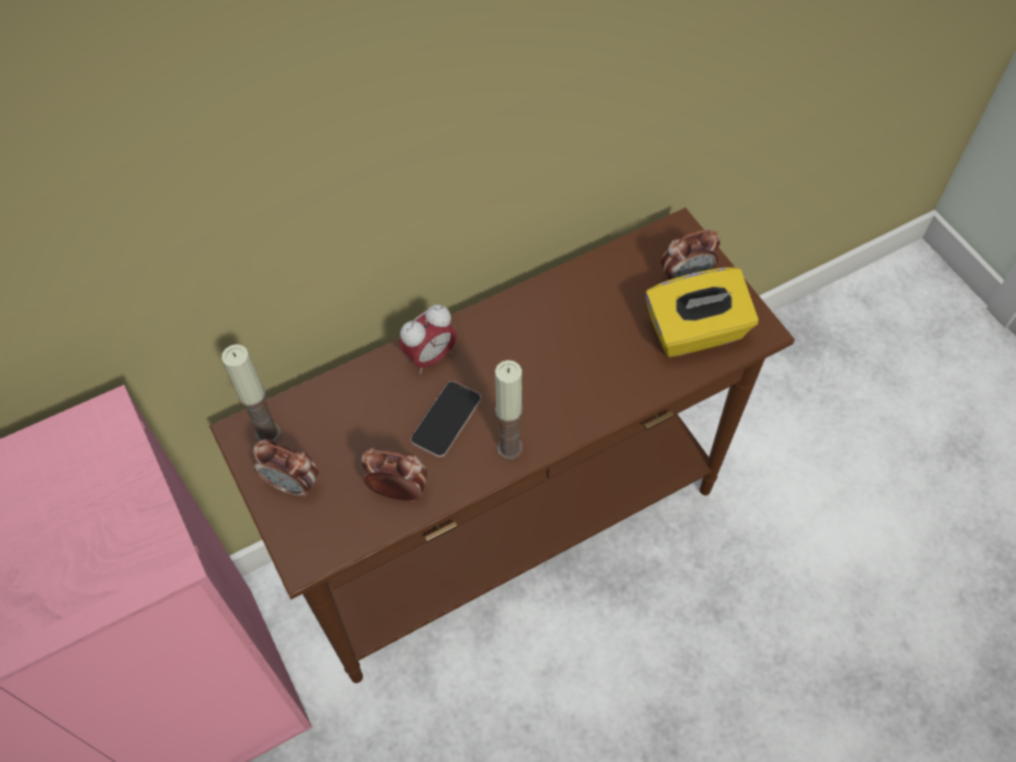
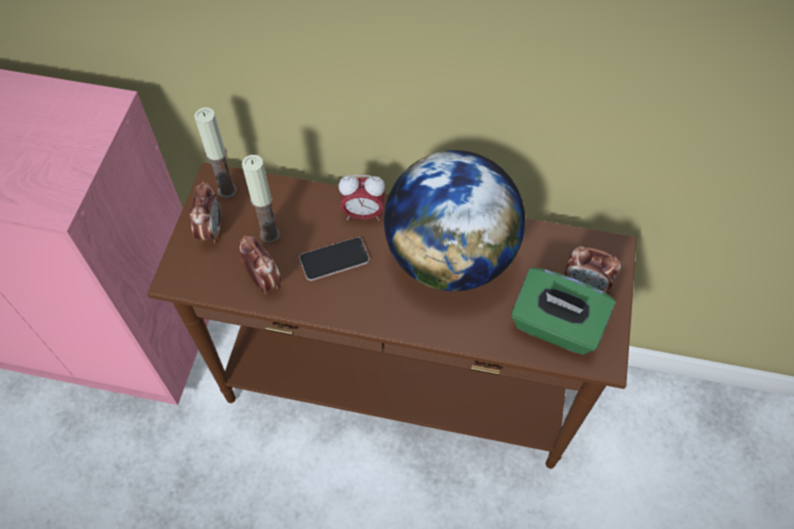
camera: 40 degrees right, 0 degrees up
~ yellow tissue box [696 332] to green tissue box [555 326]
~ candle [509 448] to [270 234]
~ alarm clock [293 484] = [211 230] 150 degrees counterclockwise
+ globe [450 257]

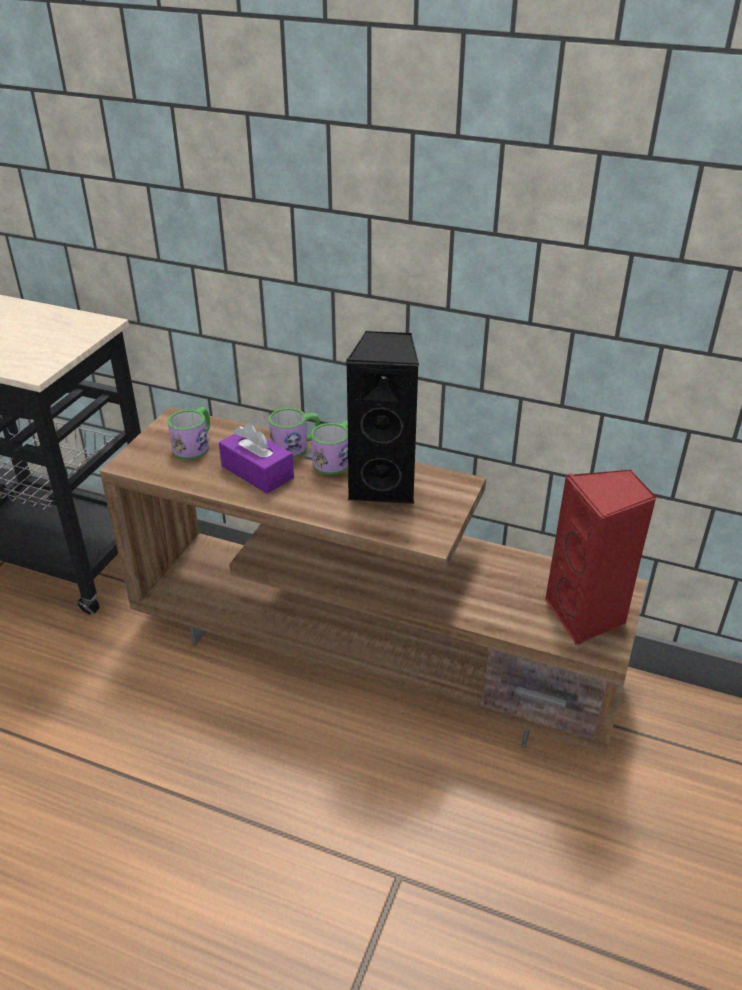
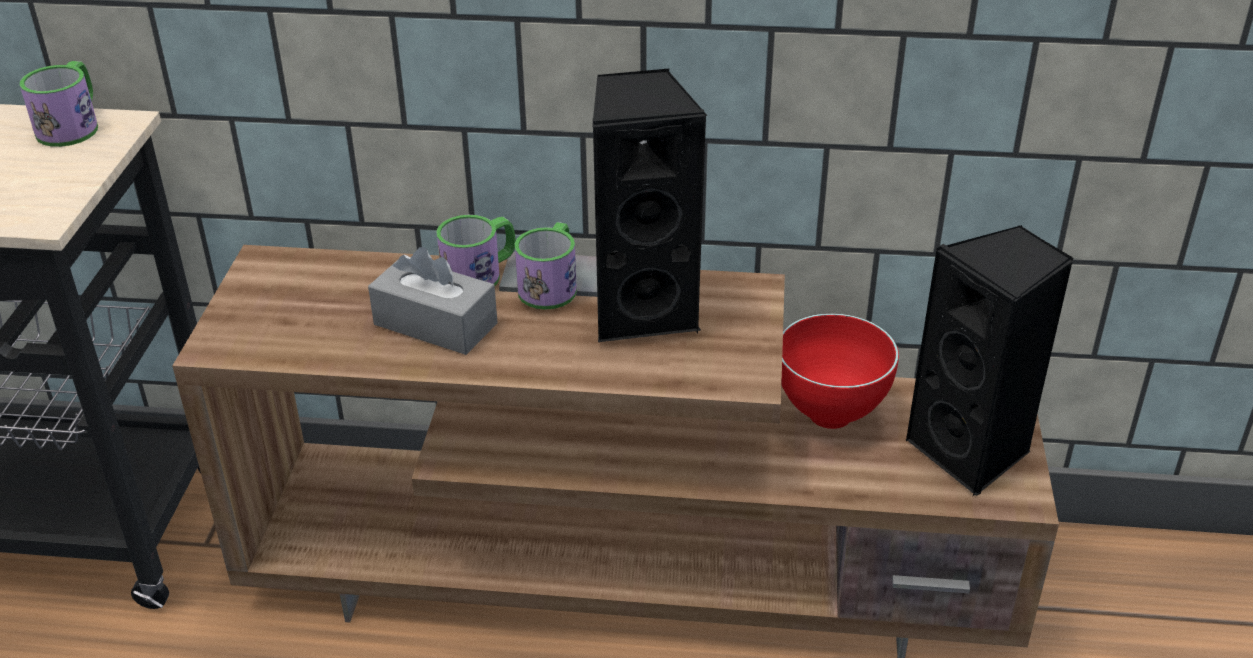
camera: 15 degrees left, 0 degrees up
~ mug [194 445] to [73 125]
~ purple tissue box [257 472] to grey tissue box [435 324]
~ red speaker [587 616] to black speaker [973 452]
+ red bowl [829 418]

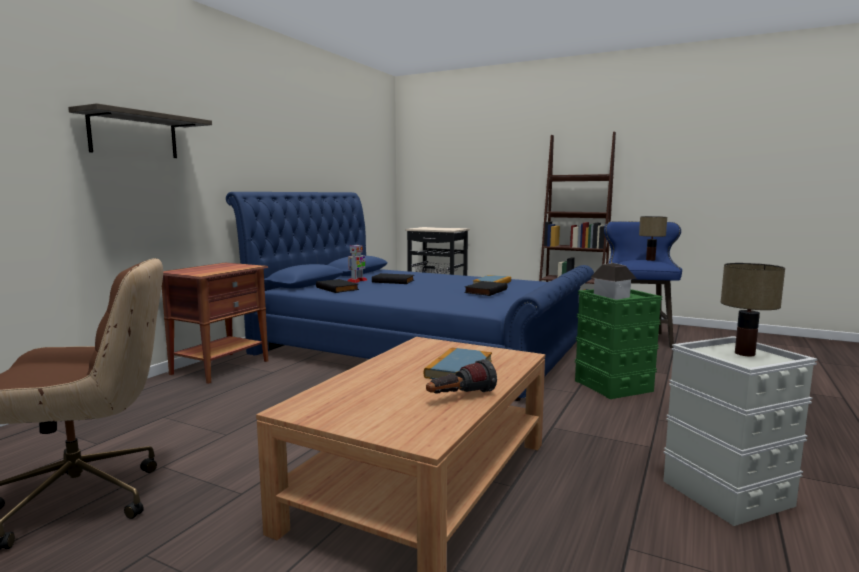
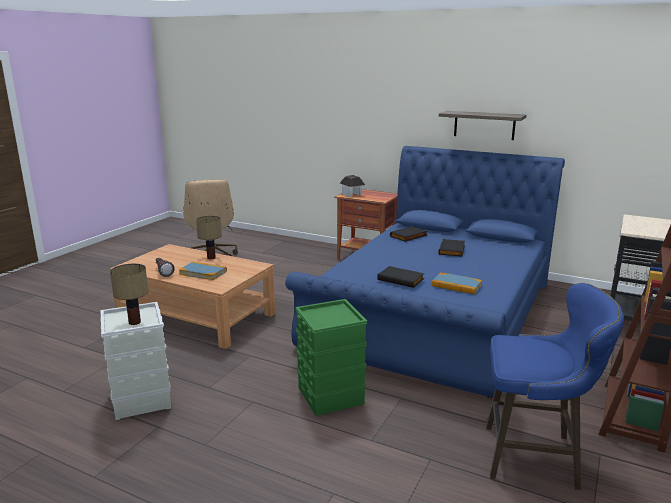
camera: 90 degrees right, 10 degrees up
~ shelf [134 135] to [484 125]
~ table lamp [651 260] to [211 258]
- toy robot [357 281]
~ toy house [612 296] to [352 194]

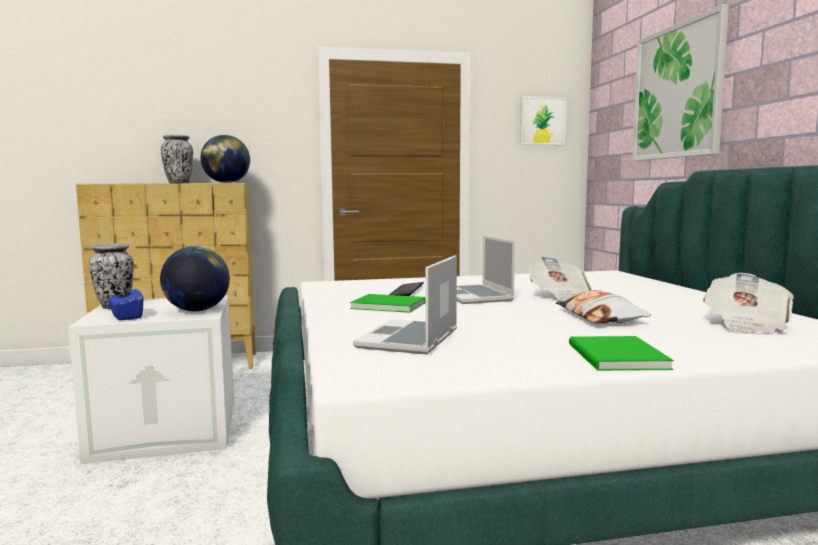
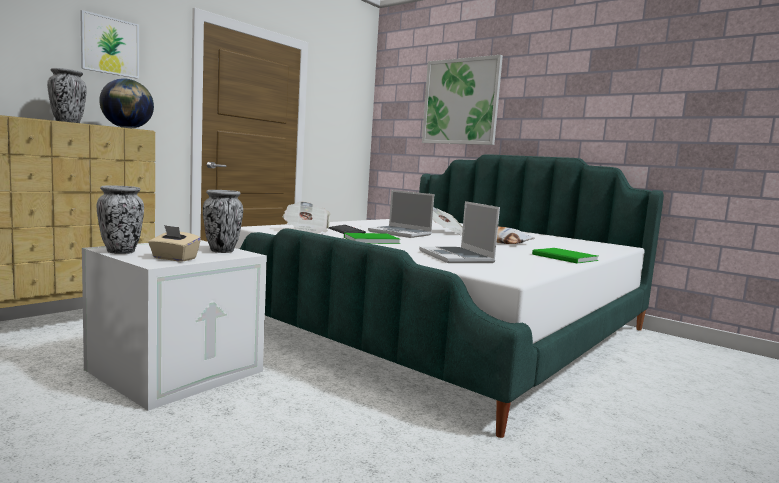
camera: 40 degrees left, 0 degrees up
~ picture [542 121] to [110 46]
~ globe [197 310] to vase [221 251]
~ newspaper [745 325] to [306 232]
~ blue tissue box [126 317] to beige tissue box [174 258]

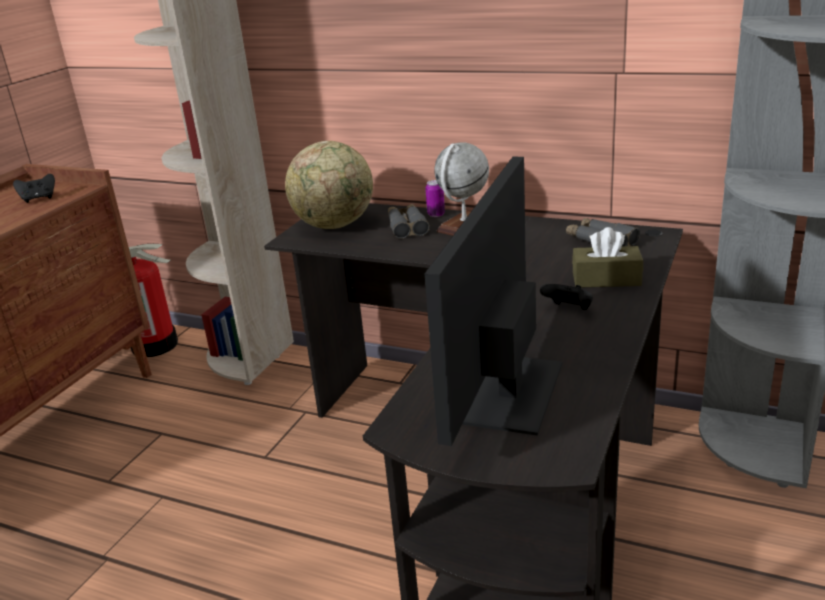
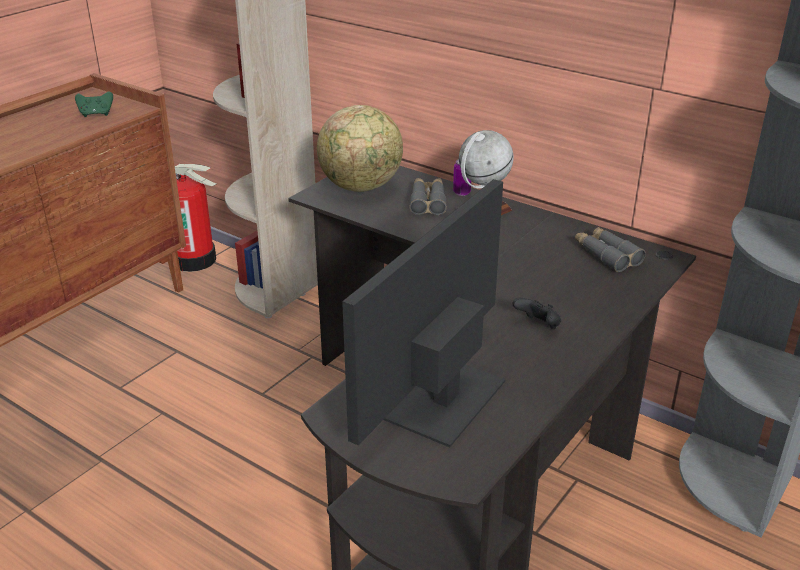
camera: 10 degrees right, 5 degrees up
~ black game controller [39 199] to green game controller [96 114]
- brown tissue box [606 279]

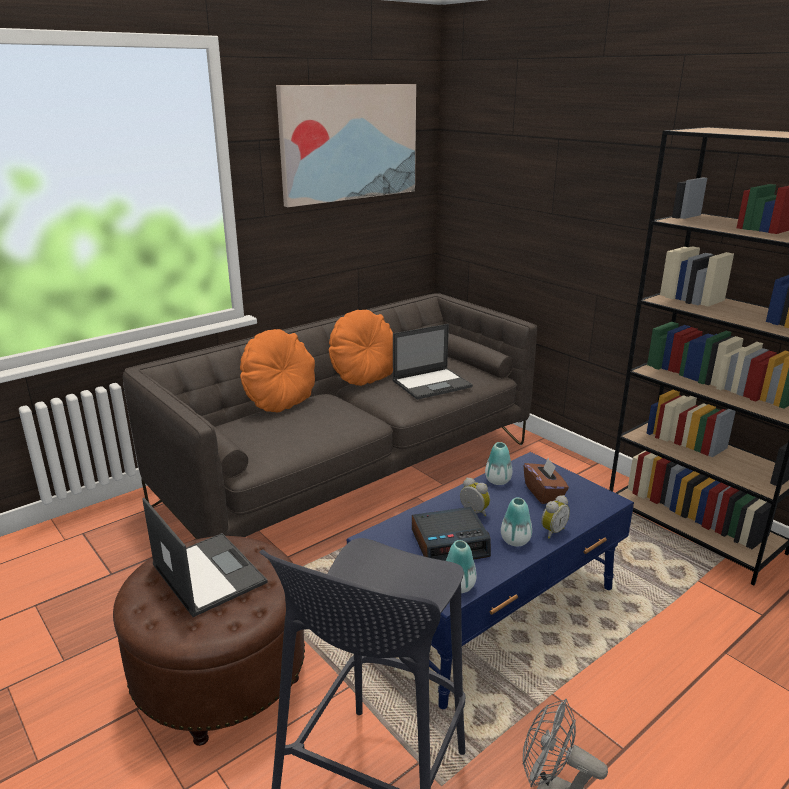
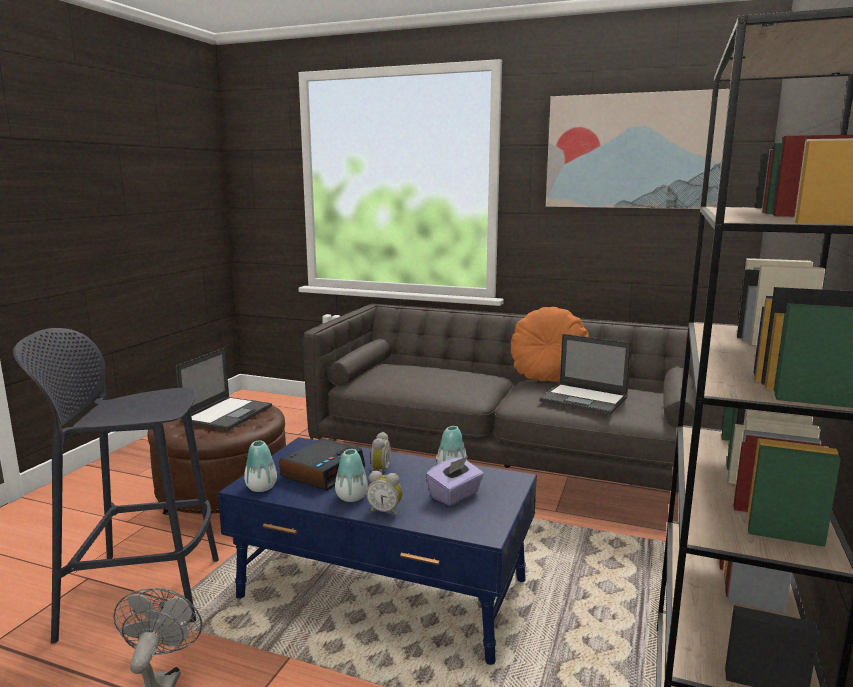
camera: 60 degrees right, 10 degrees down
- orange pillow [280 405]
~ brown tissue box [544 493] to purple tissue box [455 495]
~ alarm clock [450 543] = [323 472] 105 degrees counterclockwise

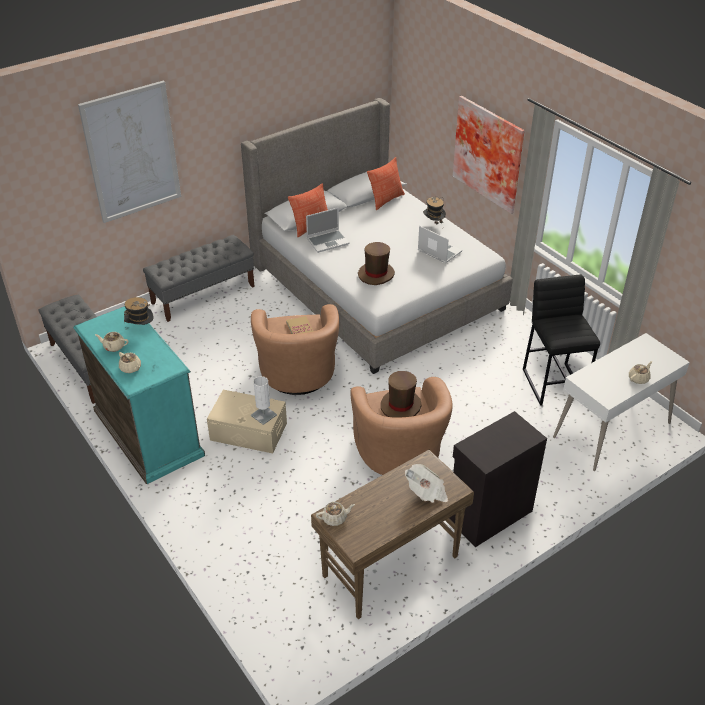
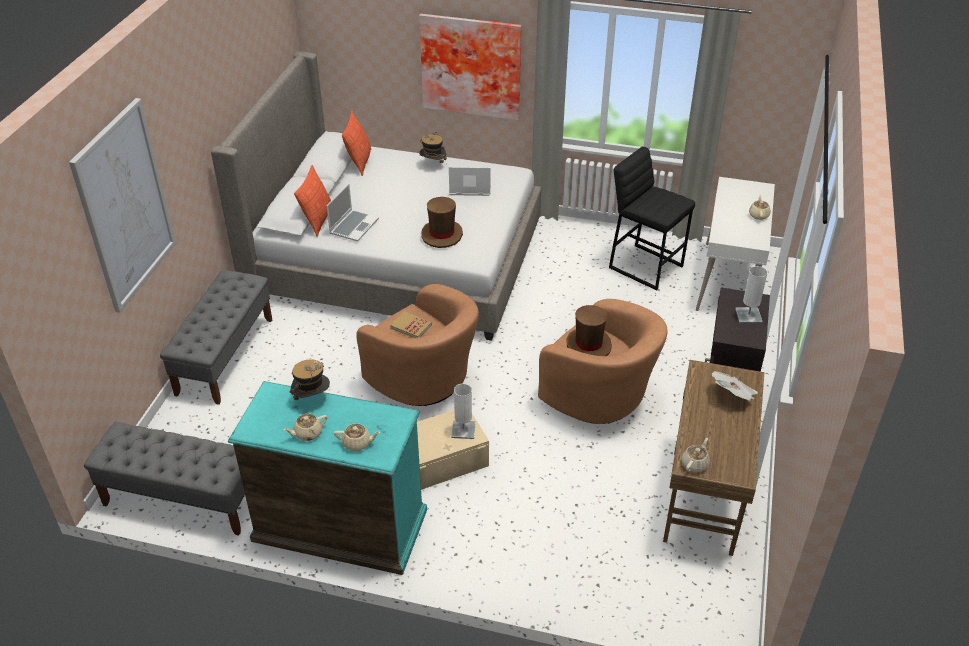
camera: 40 degrees left, 0 degrees up
+ white table lamp [748 315]

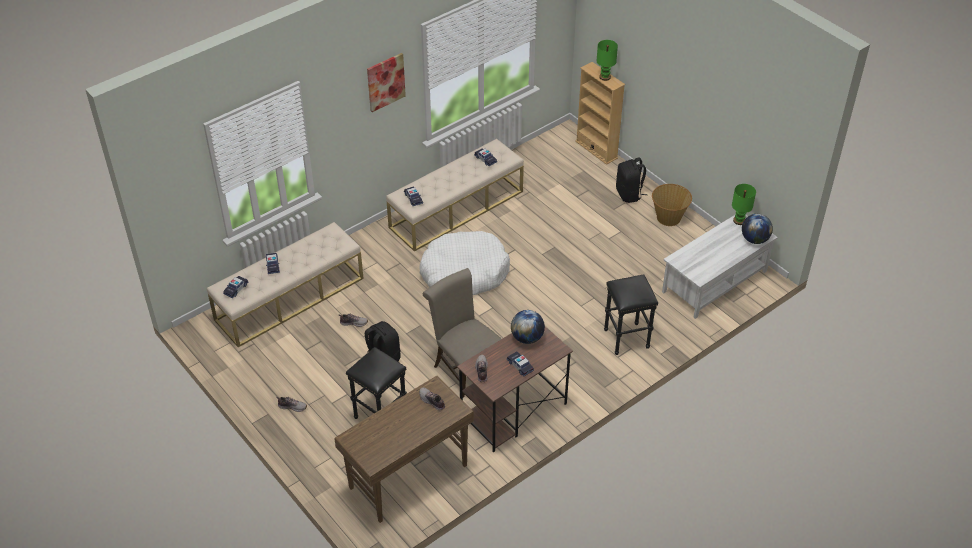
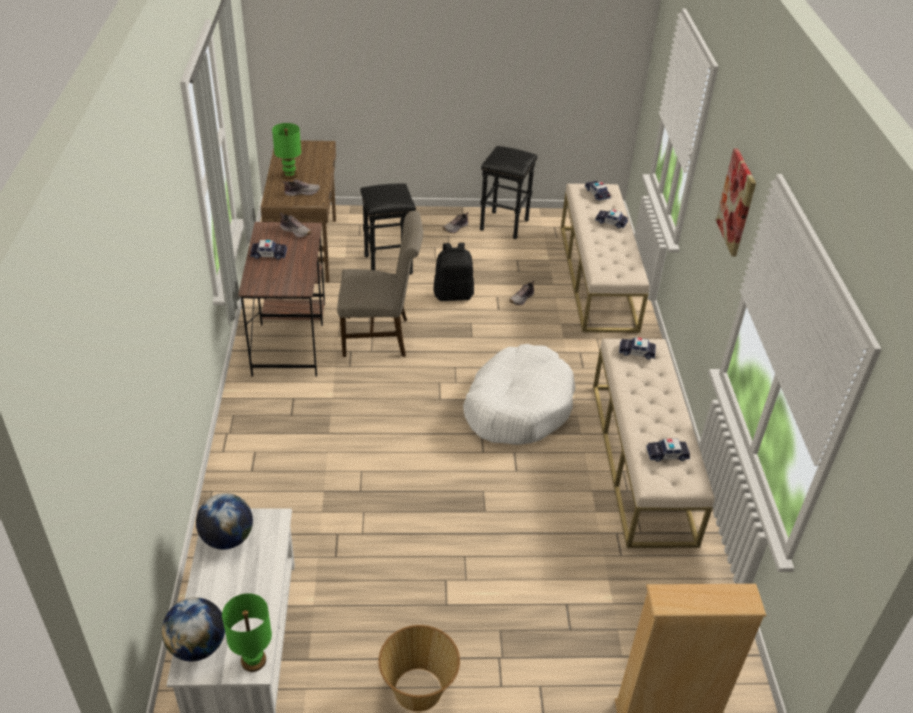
camera: 125 degrees right, 5 degrees down
~ green table lamp [605 77] to [290 175]
- black backpack [629 194]
~ black stool [627 339] to [503 225]
~ globe [527 338] to [227 539]

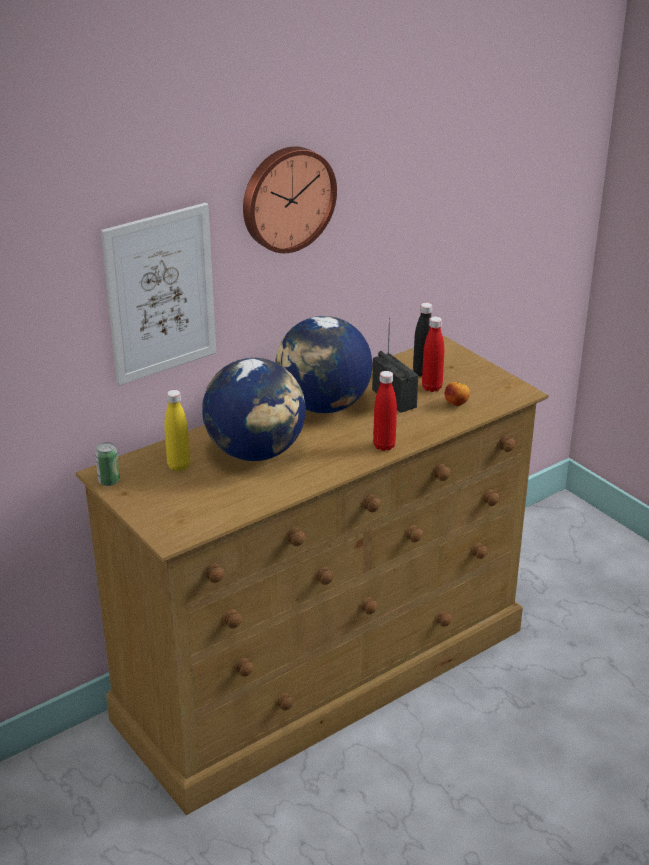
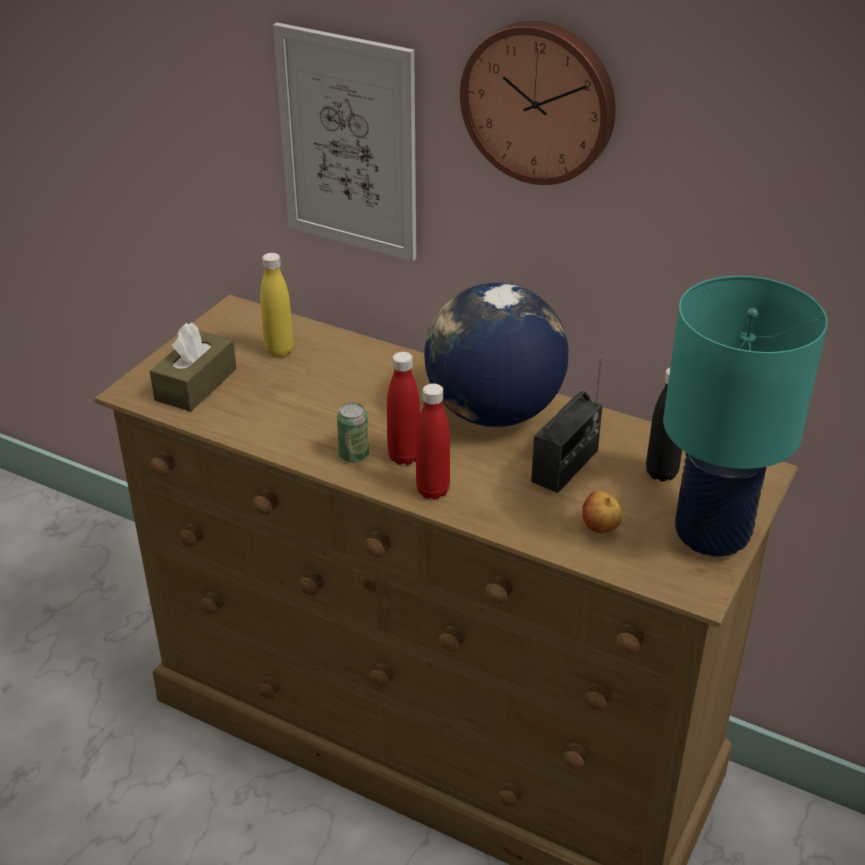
camera: 65 degrees right, 5 degrees up
~ red bottle [431 387] to [404 457]
- globe [256 452]
~ can [109 481] to [354 455]
+ turquoise table lamp [712 539]
+ brown tissue box [196 384]

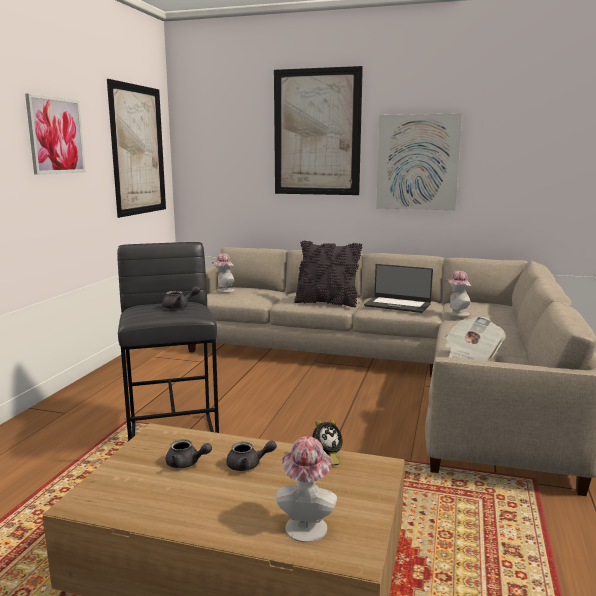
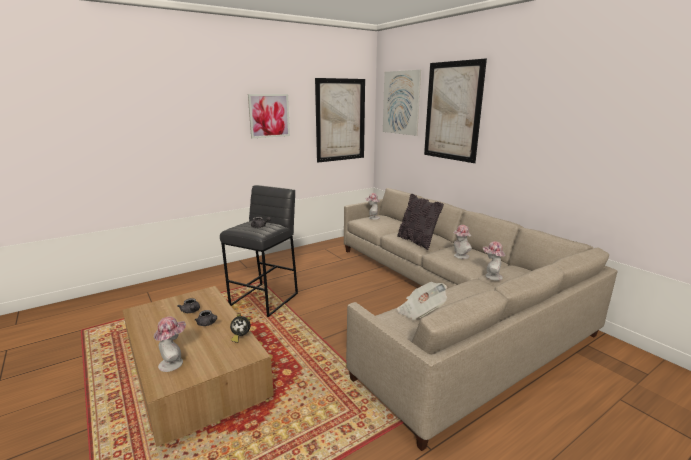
camera: 40 degrees right, 5 degrees up
~ picture [417 162] to [401 103]
~ laptop [397 305] to hat [460 256]

